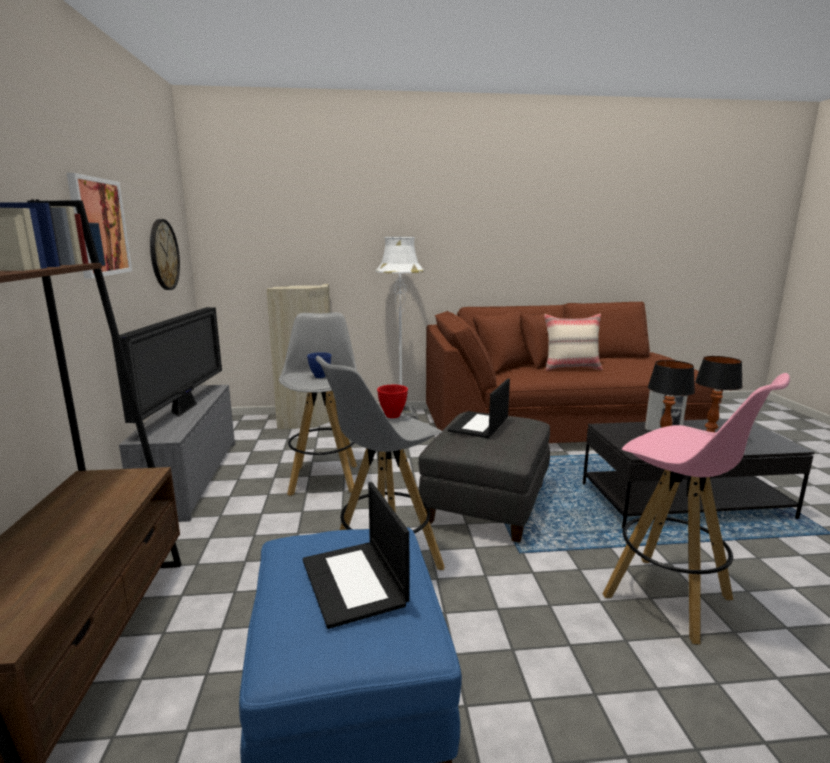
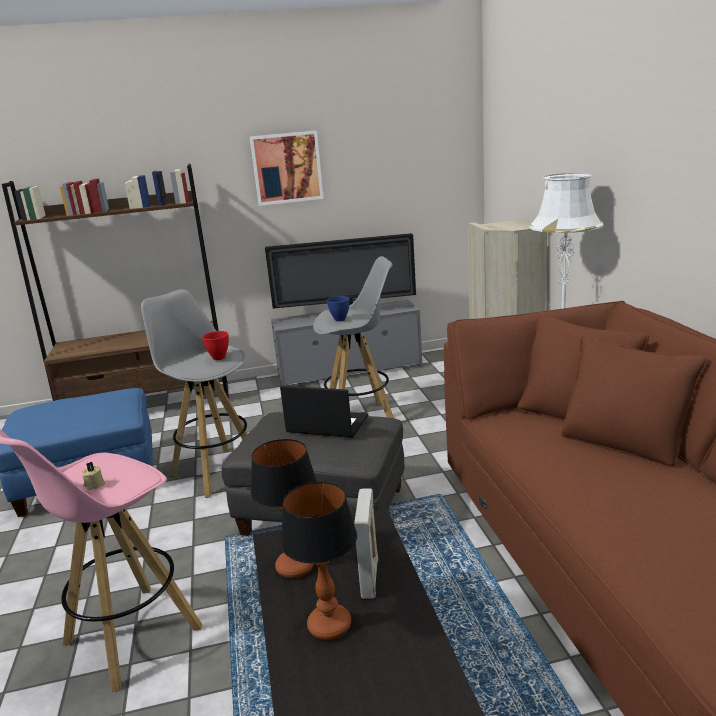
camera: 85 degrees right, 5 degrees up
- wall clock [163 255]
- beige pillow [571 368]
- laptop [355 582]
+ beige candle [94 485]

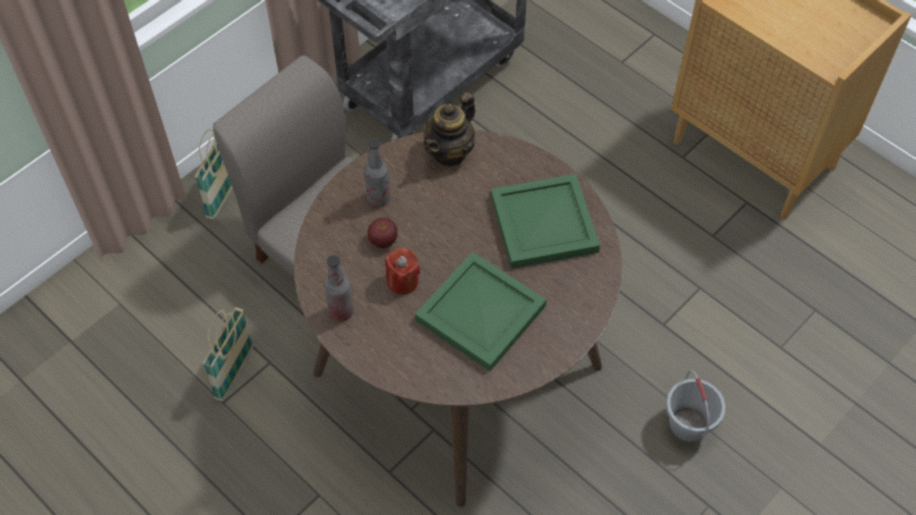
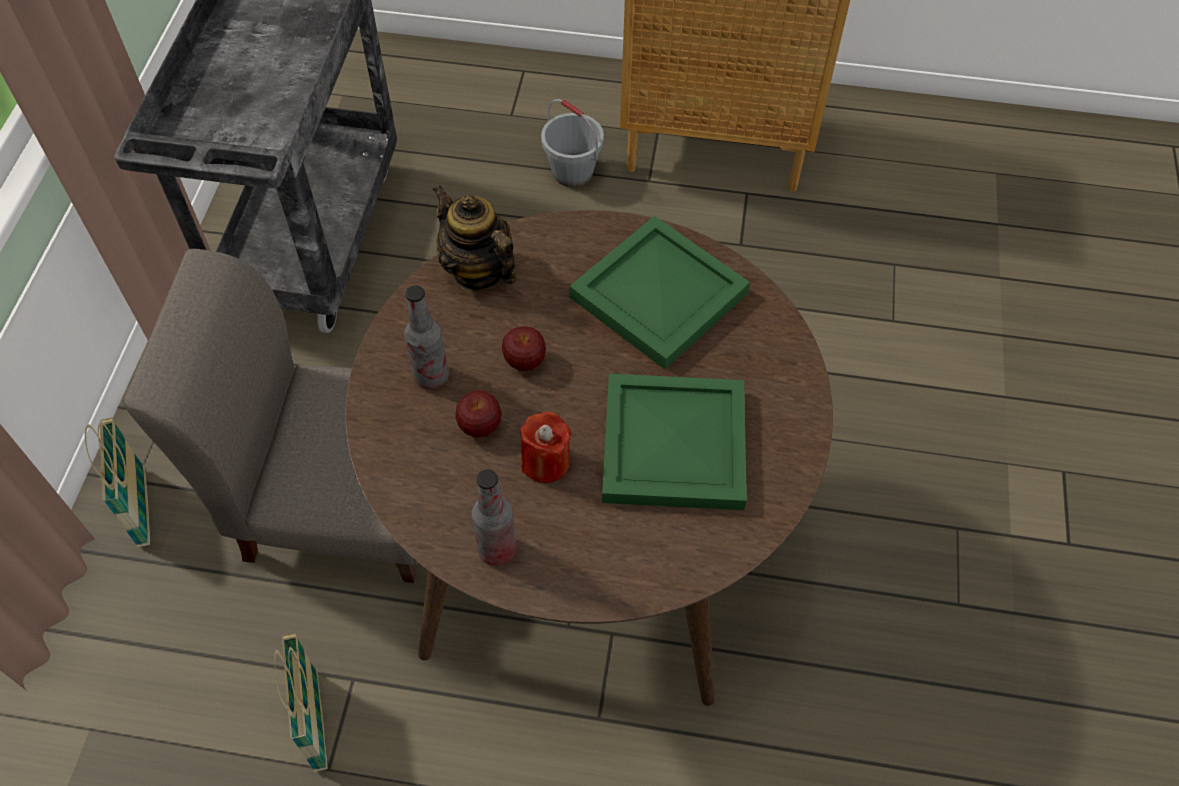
camera: 35 degrees left, 0 degrees up
~ teapot [450 152] = [477 271] 135 degrees clockwise
~ grey bucket [688 425] to [573 172]
+ apple [524 361]

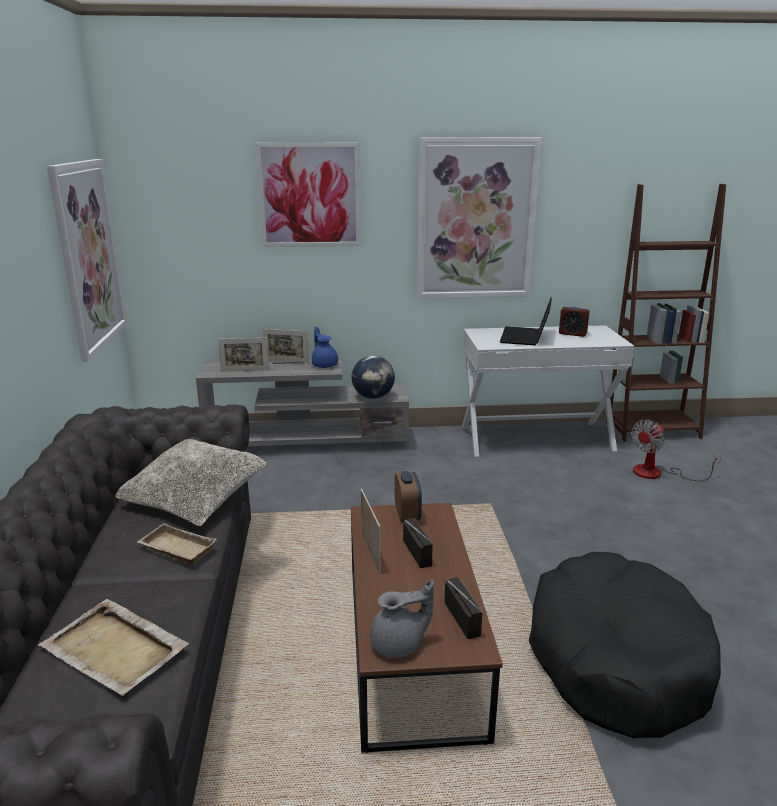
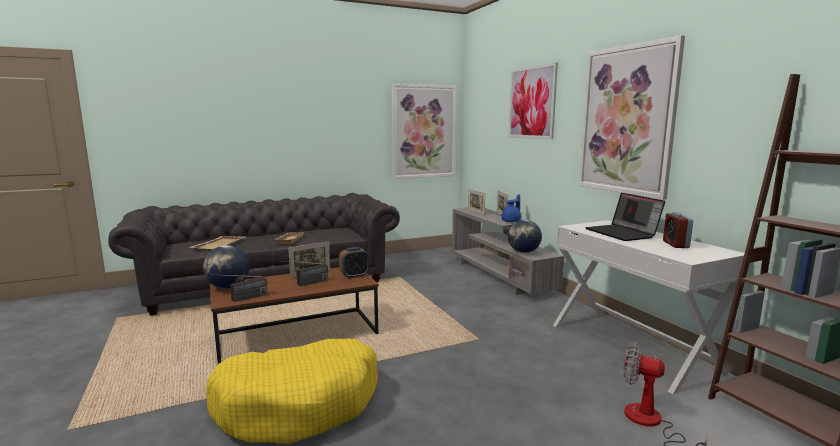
camera: 70 degrees right, 10 degrees down
~ laptop [525 337] = [623 233] 105 degrees counterclockwise
- beige pillow [193 496]
~ black dog bed [615 658] to yellow dog bed [299 404]
~ grey teapot [399 645] to globe [228 287]

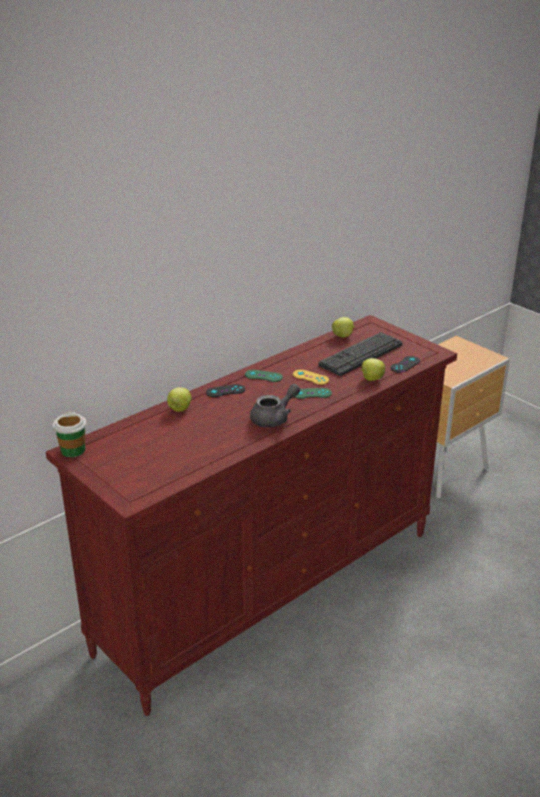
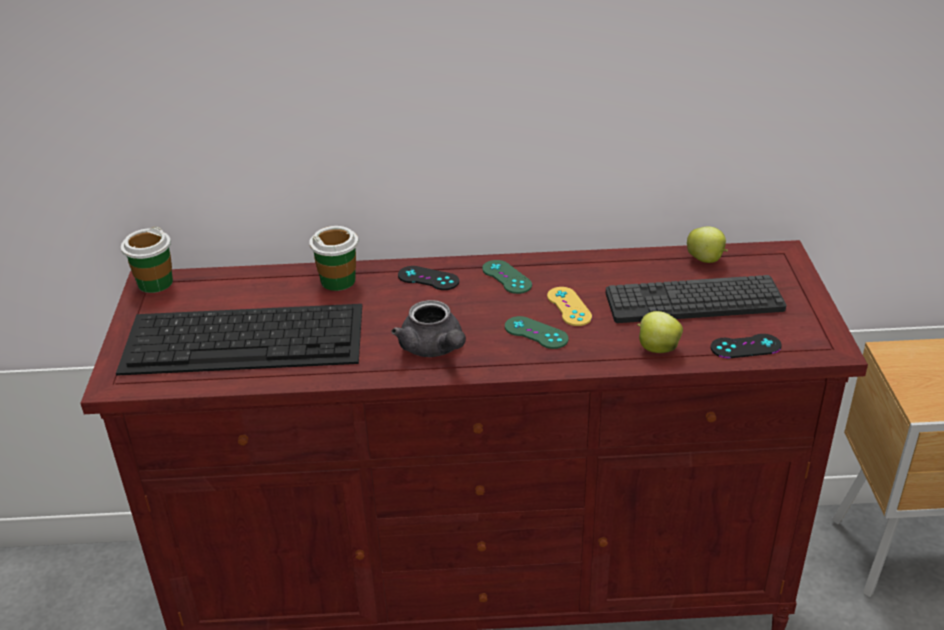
camera: 40 degrees right, 5 degrees up
~ grey teapot [274 418] = [434 349] 60 degrees clockwise
~ apple [179 409] to cup [338 280]
+ keyboard [246 338]

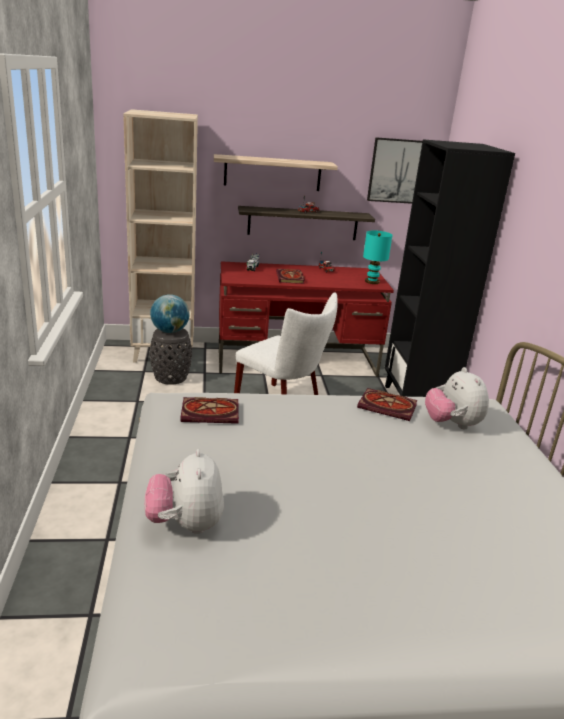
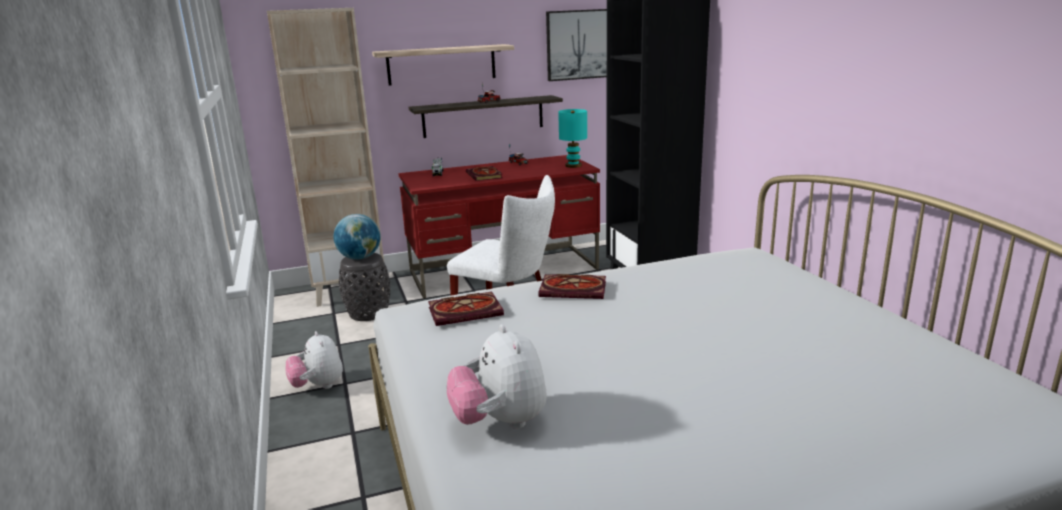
camera: 10 degrees left, 5 degrees down
~ plush toy [452 424] to [318 386]
~ book [388 406] to [575 289]

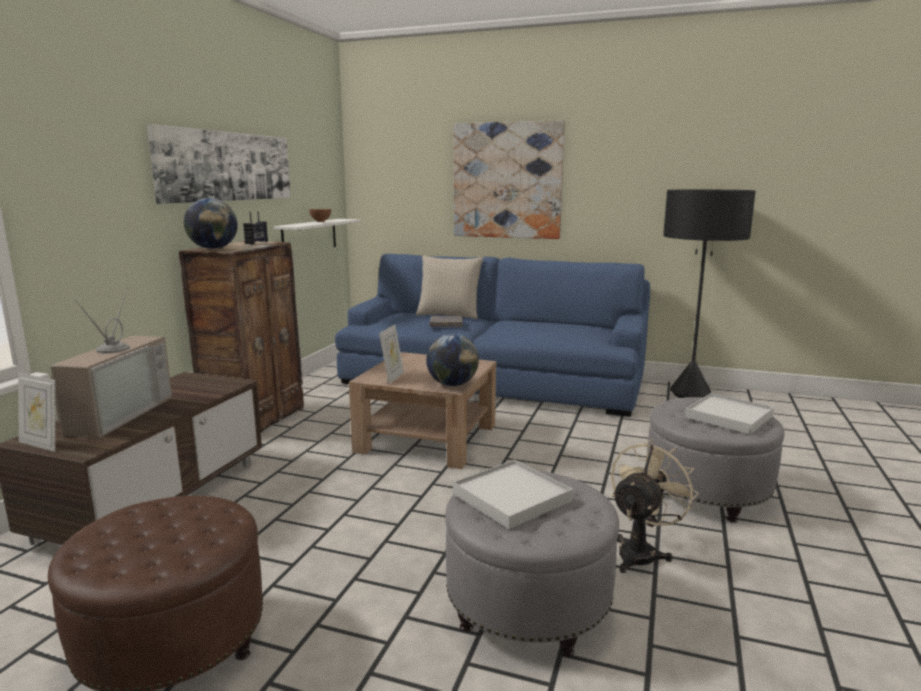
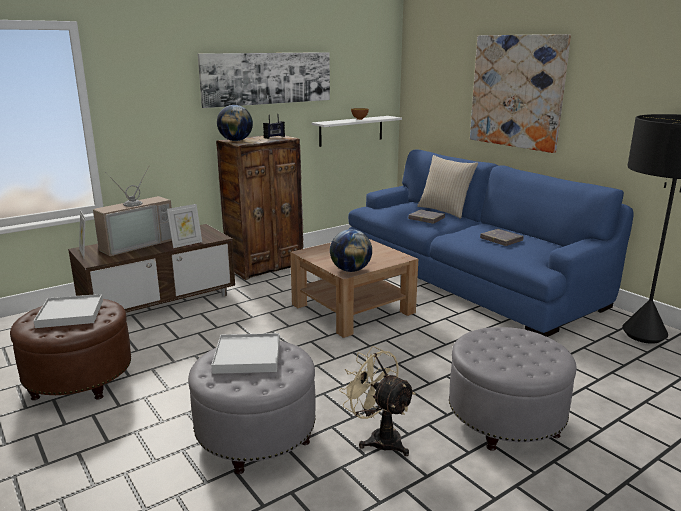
camera: 35 degrees right, 5 degrees up
~ picture frame [392 377] to [186 244]
~ white tray [729 417] to [70 314]
~ beige fan [641 552] = [379 438] 120 degrees counterclockwise
+ grey book [501 240]

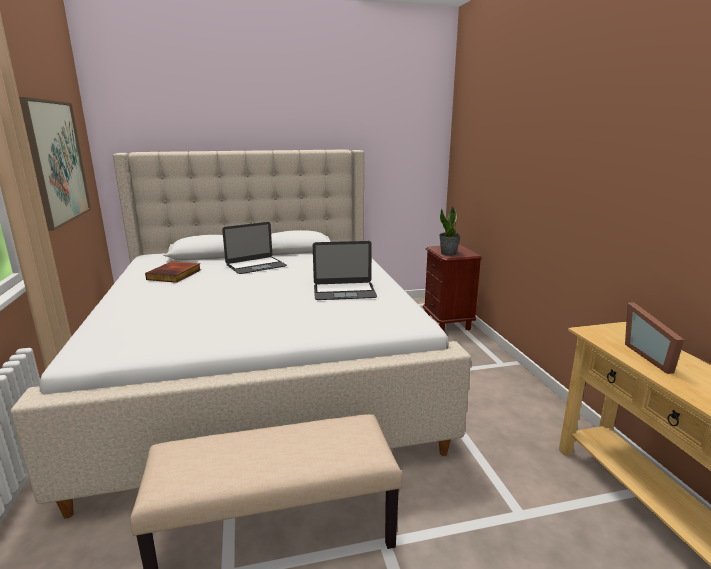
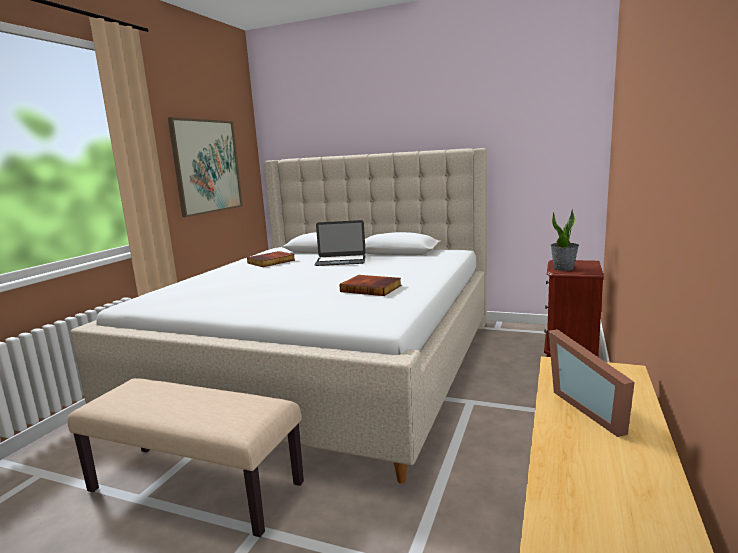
camera: 35 degrees right, 5 degrees down
~ laptop [344 291] to book [372 288]
~ picture frame [651 356] = [592 407] 45 degrees counterclockwise

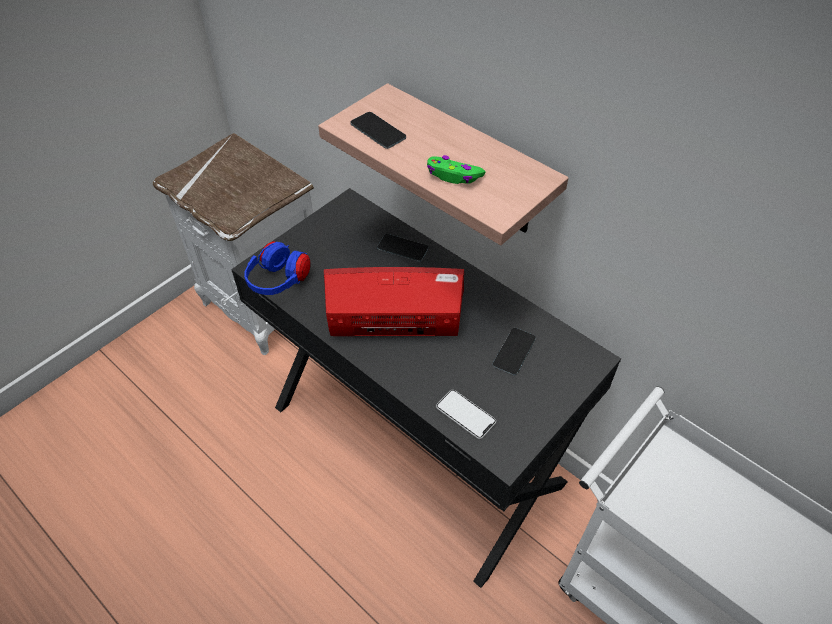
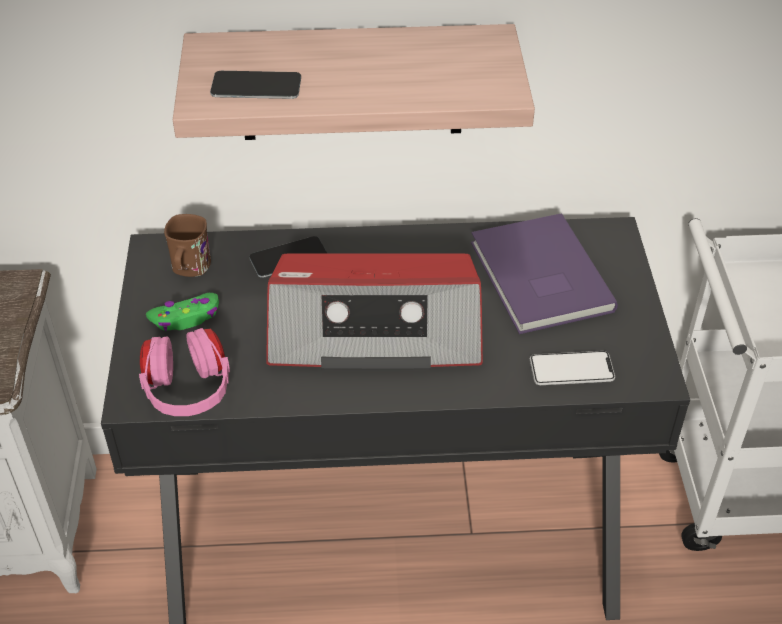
camera: 45 degrees left, 5 degrees down
~ green game controller [453 175] to [186 318]
~ blue headphones [279 281] to pink headphones [188 392]
~ radio [394 316] = [375 331] 135 degrees counterclockwise
~ phone [514 351] to purple book [538 278]
+ brown mug [189 269]

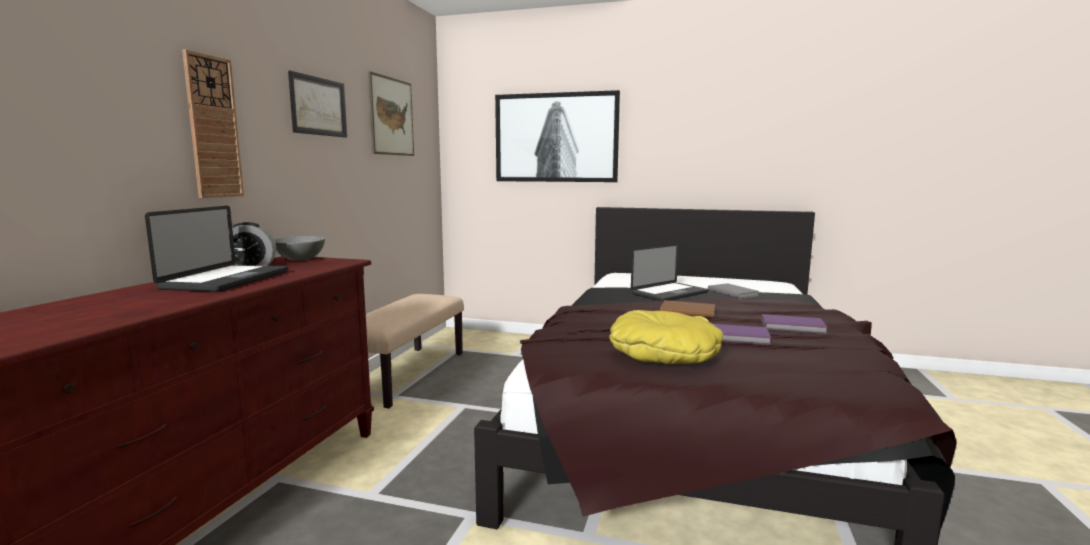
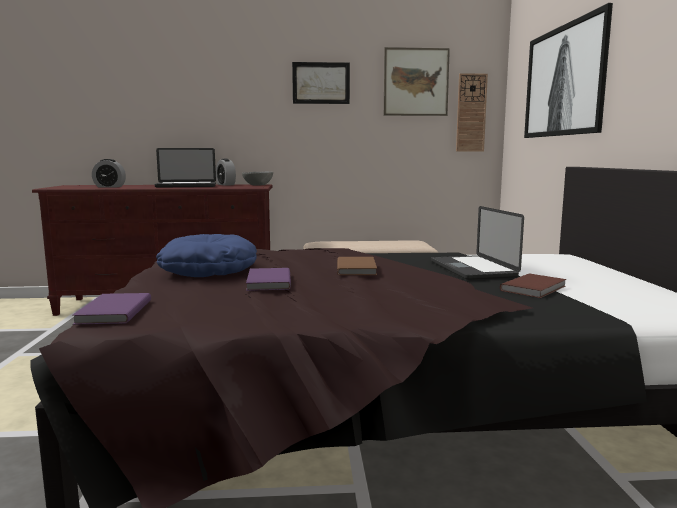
camera: 70 degrees right, 0 degrees up
~ wall clock [213 127] to [471 113]
~ laptop [669 293] = [472 269] 45 degrees clockwise
~ grey book [733 292] to brown book [535 288]
~ yellow pillow [664 353] to blue pillow [210 271]
~ purple book [793 327] to [112 312]
+ alarm clock [109 187]

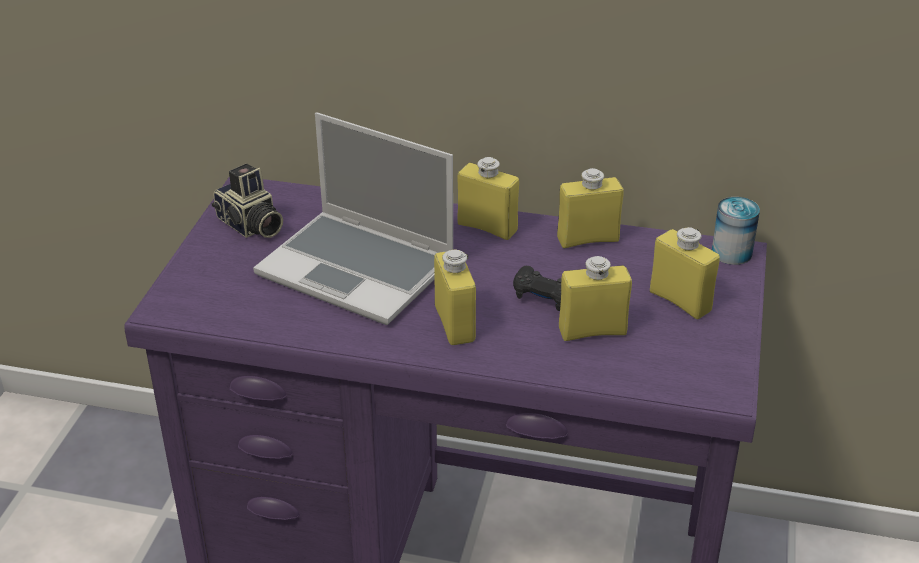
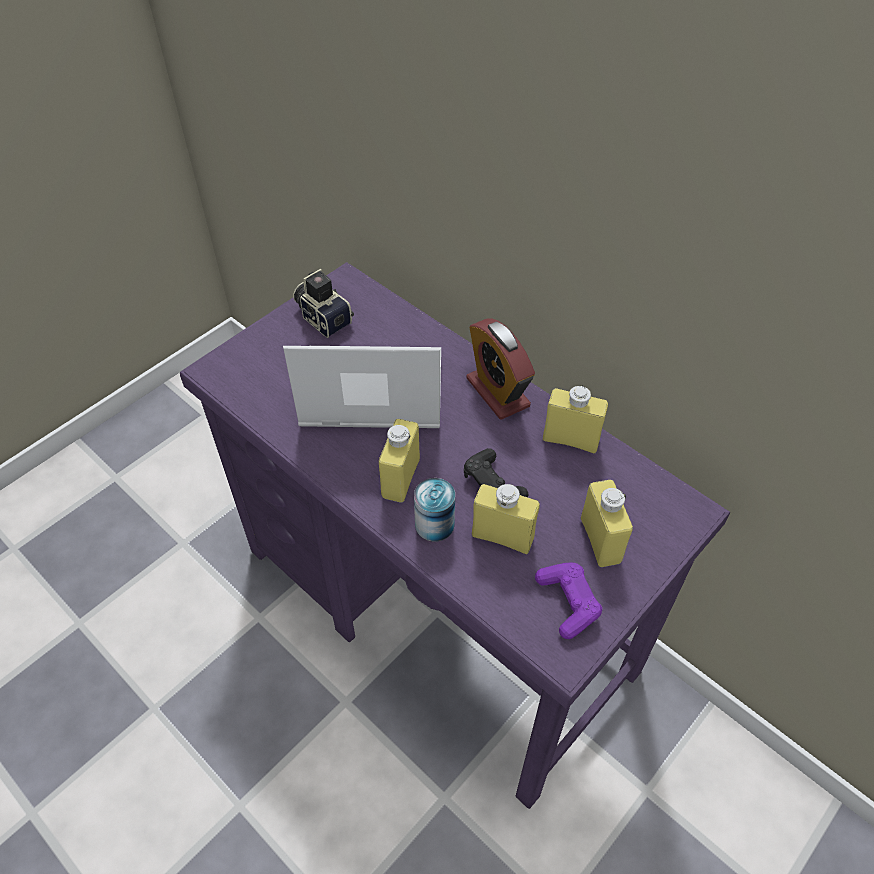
camera: 30 degrees right, 15 degrees up
~ laptop [359 269] = [370 392] 120 degrees clockwise
~ yellow bottle [487 227] to alarm clock [497 392]
~ photo camera [250 226] = [323 317] 150 degrees clockwise
~ can [731 252] to [434 524]
+ purple game controller [568 602]

